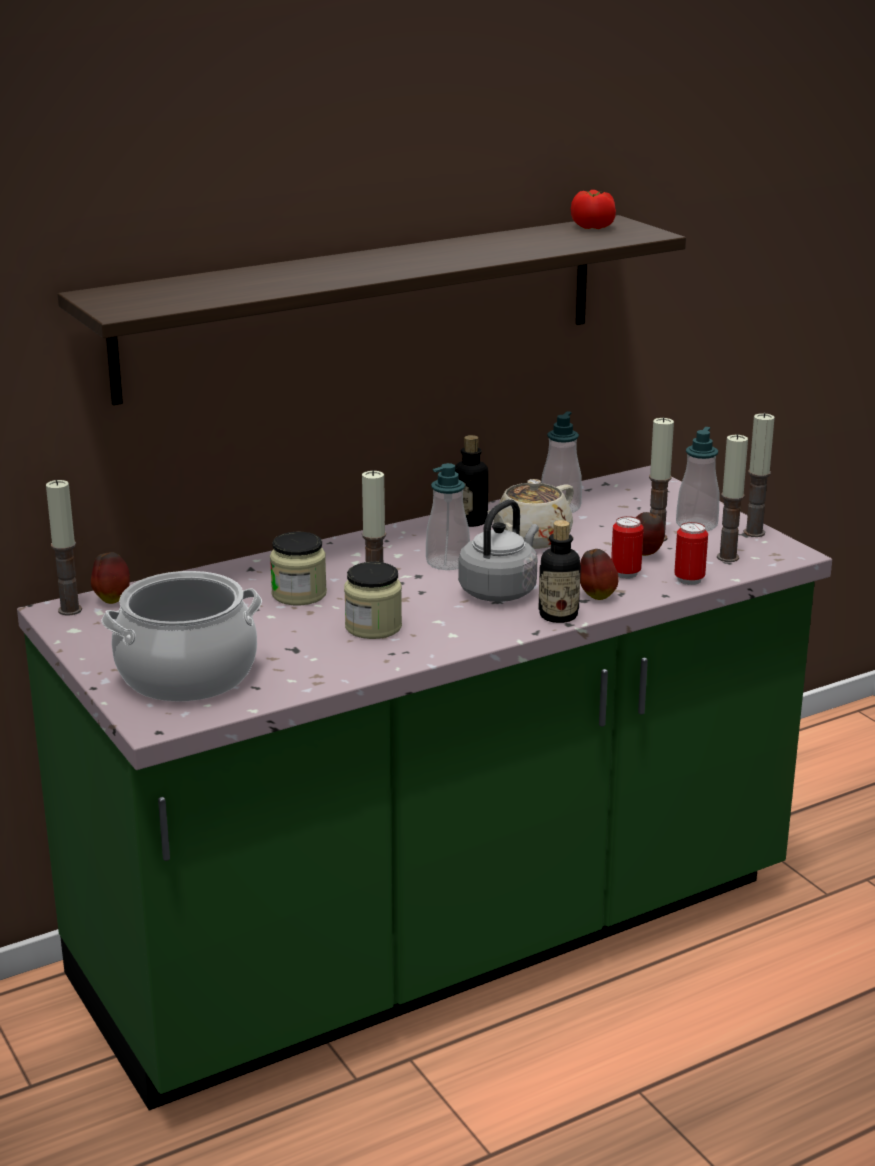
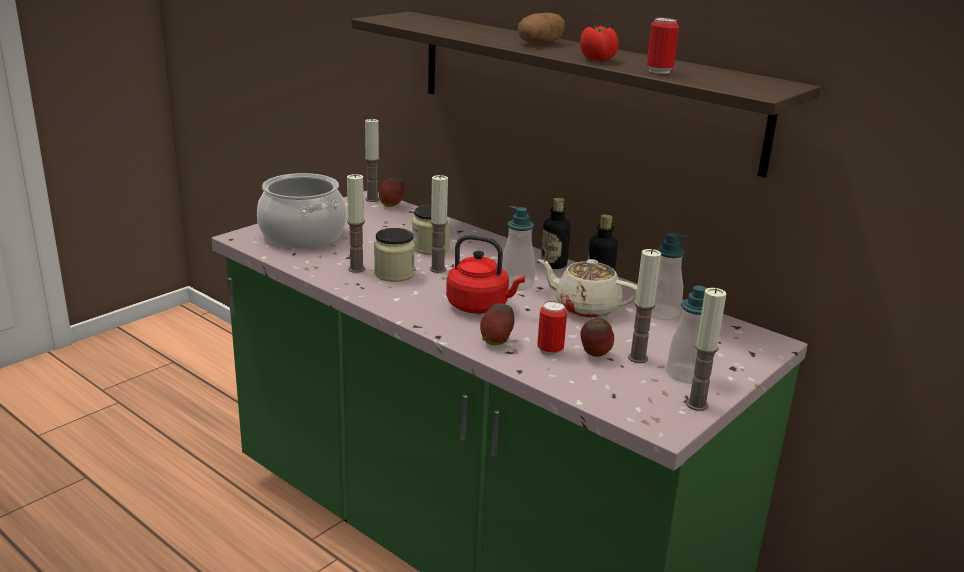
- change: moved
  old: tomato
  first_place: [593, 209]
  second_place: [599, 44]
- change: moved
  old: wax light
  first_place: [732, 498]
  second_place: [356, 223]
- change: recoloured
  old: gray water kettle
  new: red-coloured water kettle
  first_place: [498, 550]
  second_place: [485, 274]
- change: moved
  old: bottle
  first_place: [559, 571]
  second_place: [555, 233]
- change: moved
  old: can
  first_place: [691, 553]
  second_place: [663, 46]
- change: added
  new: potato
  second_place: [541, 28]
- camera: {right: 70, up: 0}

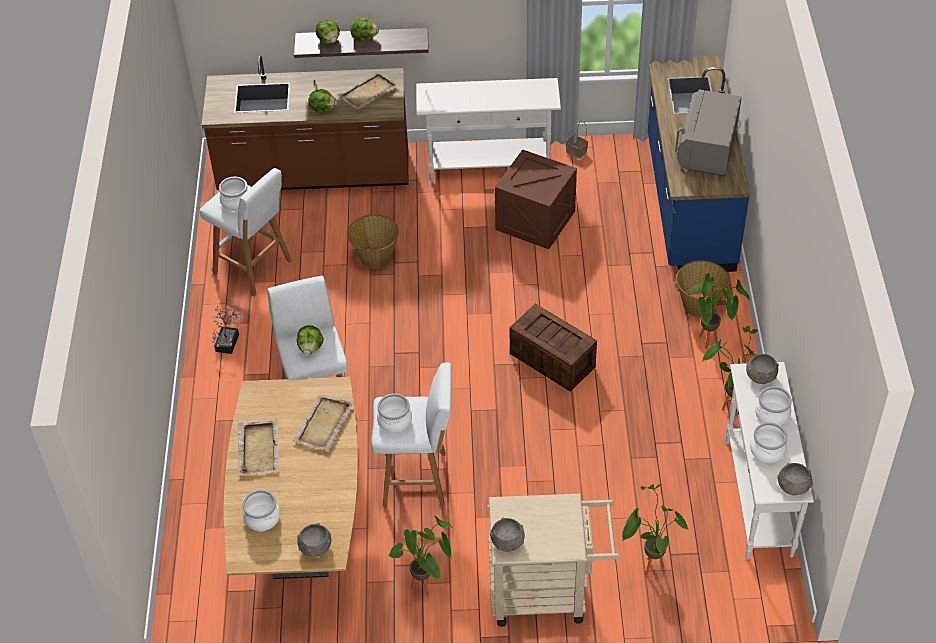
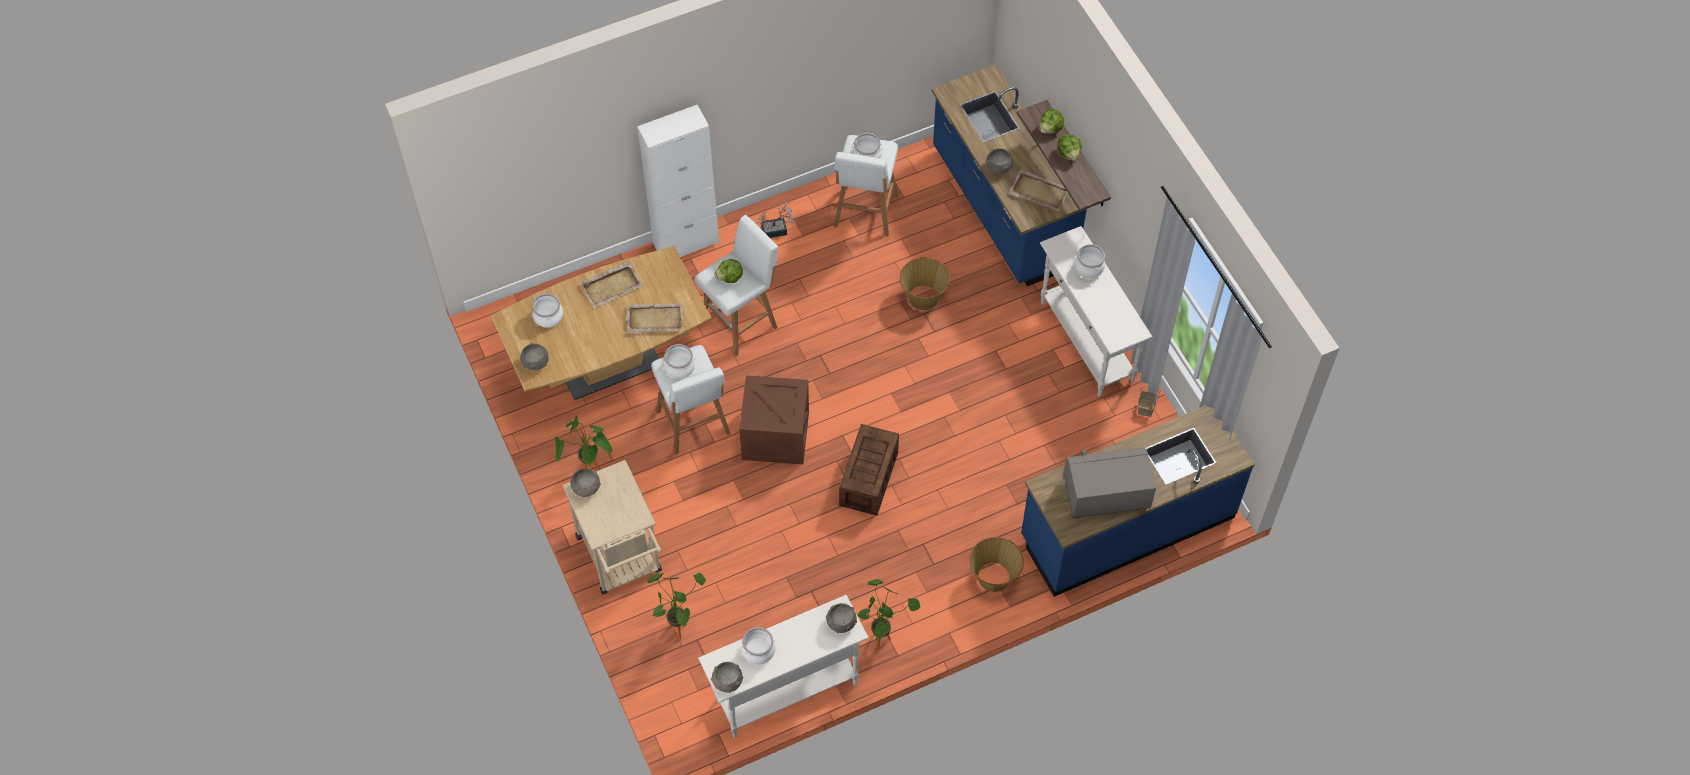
- change: recoloured
  old: brown kitchen base unit
  new: blue kitchen base unit
  first_place: [305, 122]
  second_place: [1010, 176]
- change: replaced
  old: lettuce
  new: gray serving bowl
  first_place: [323, 101]
  second_place: [999, 161]
- change: moved
  old: crate
  first_place: [536, 199]
  second_place: [774, 419]
- change: removed
  old: potted plant
  first_place: [719, 311]
- change: moved
  old: stockpot
  first_place: [773, 405]
  second_place: [1090, 261]
- change: added
  new: white-coloured storage cabinet
  second_place: [678, 181]
- camera: {right: 65, up: 10}

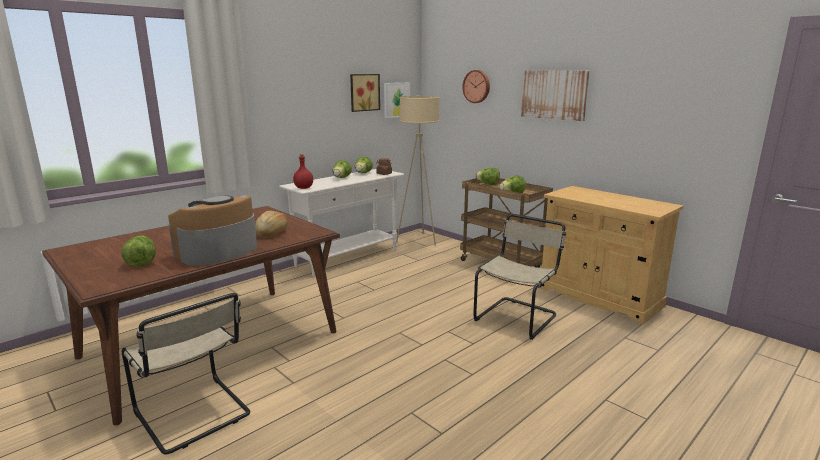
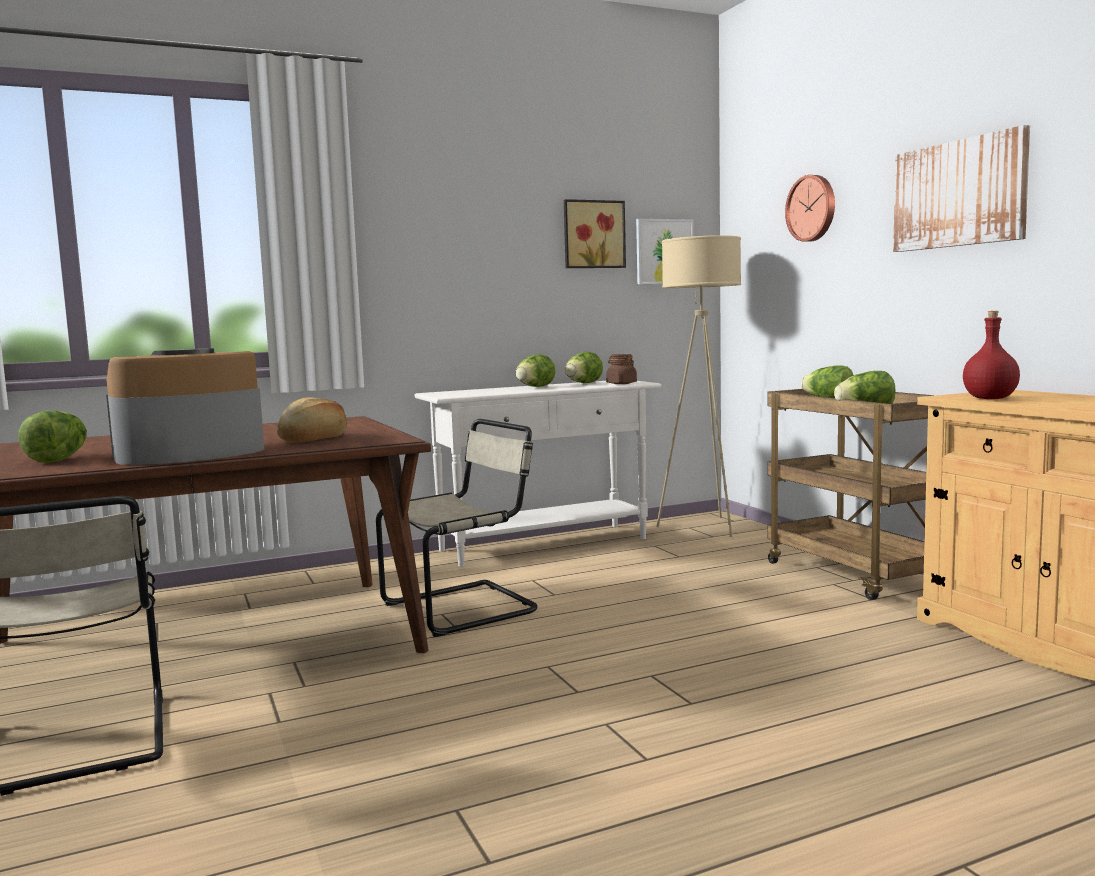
- change: moved
  old: red-coloured bottle
  first_place: [303, 171]
  second_place: [991, 355]
- change: moved
  old: sand-coloured upright chair
  first_place: [519, 277]
  second_place: [456, 528]
- camera: {right: 20, up: -10}

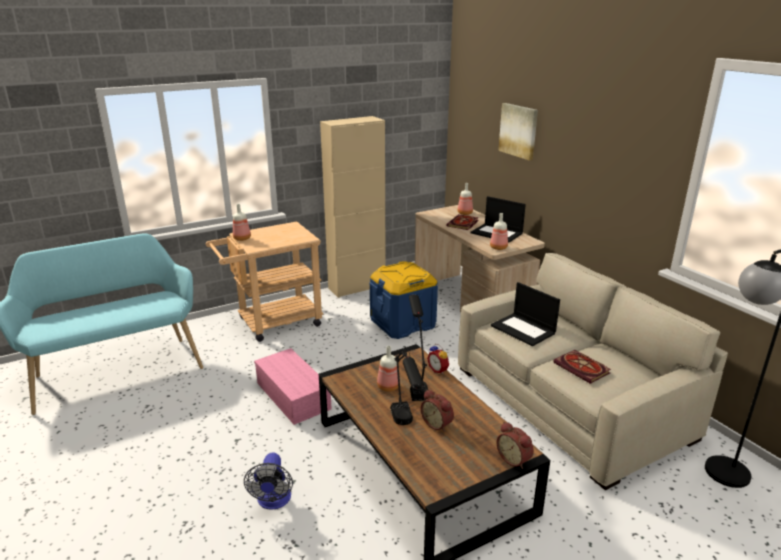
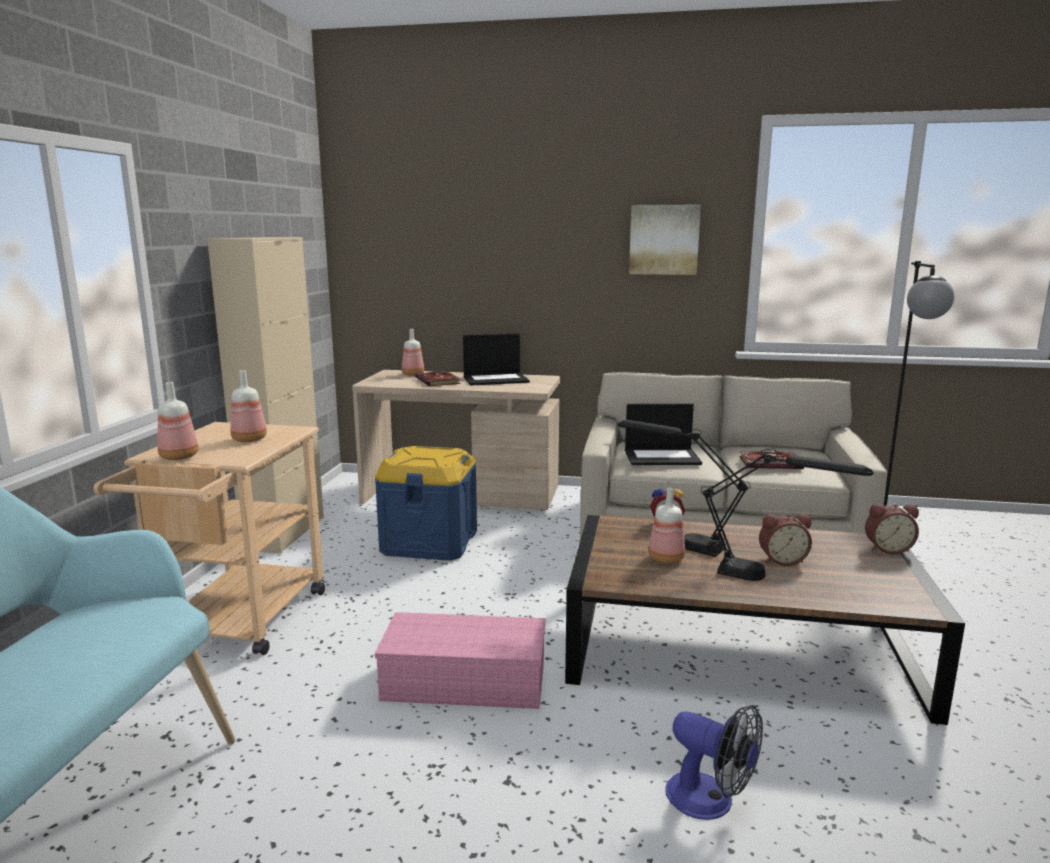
- change: moved
  old: wall art
  first_place: [518, 132]
  second_place: [665, 240]
- change: moved
  old: bottle
  first_place: [499, 231]
  second_place: [248, 406]
- camera: {right: -50, up: -10}

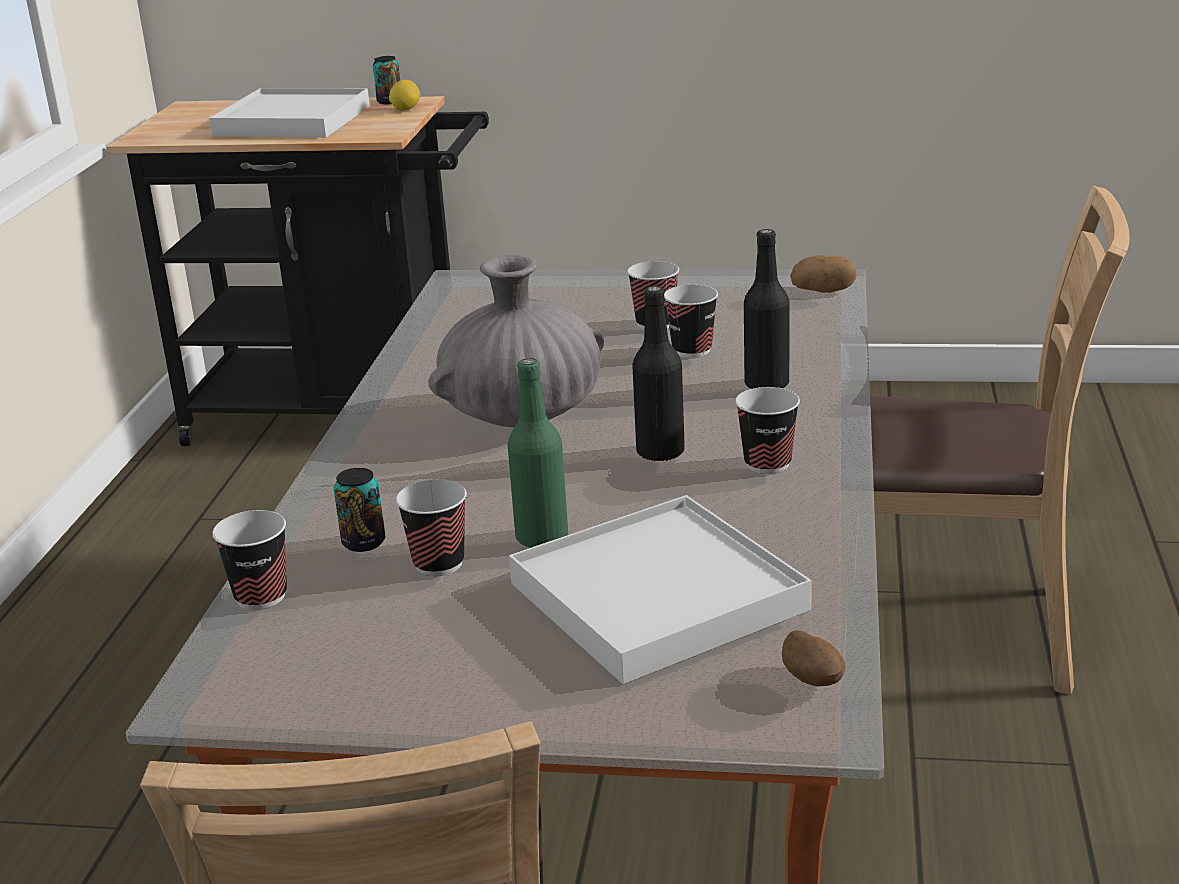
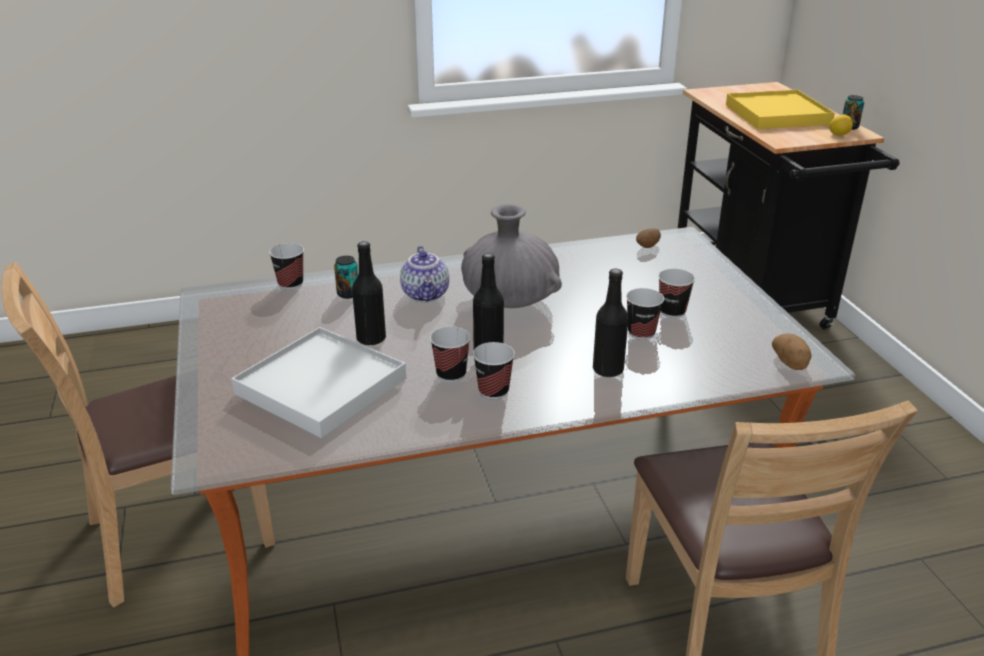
- change: recoloured
  old: white-coloured tray
  new: yellow tray
  first_place: [289, 113]
  second_place: [780, 109]
- change: recoloured
  old: green bottle
  new: black bottle
  first_place: [538, 453]
  second_place: [369, 293]
- change: moved
  old: drinking cup
  first_place: [431, 527]
  second_place: [450, 354]
- change: moved
  old: potato
  first_place: [813, 658]
  second_place: [648, 238]
- change: added
  new: pot for tea
  second_place: [424, 274]
- camera: {right: 65, up: 5}

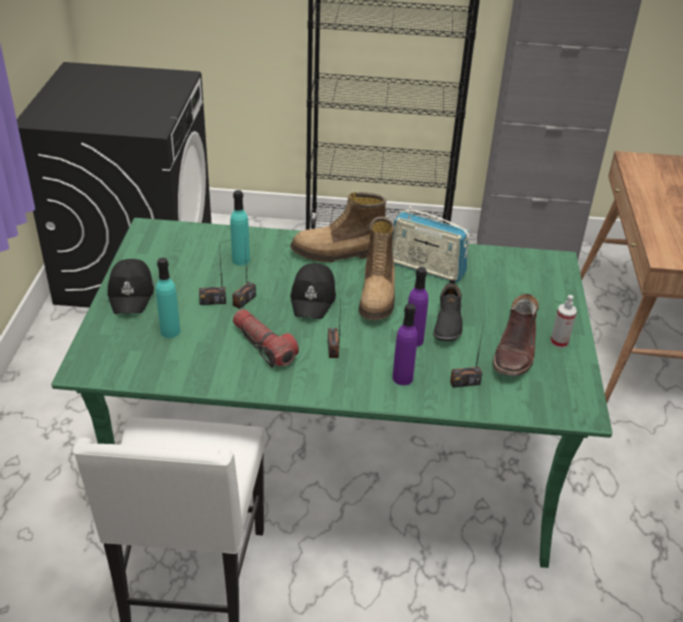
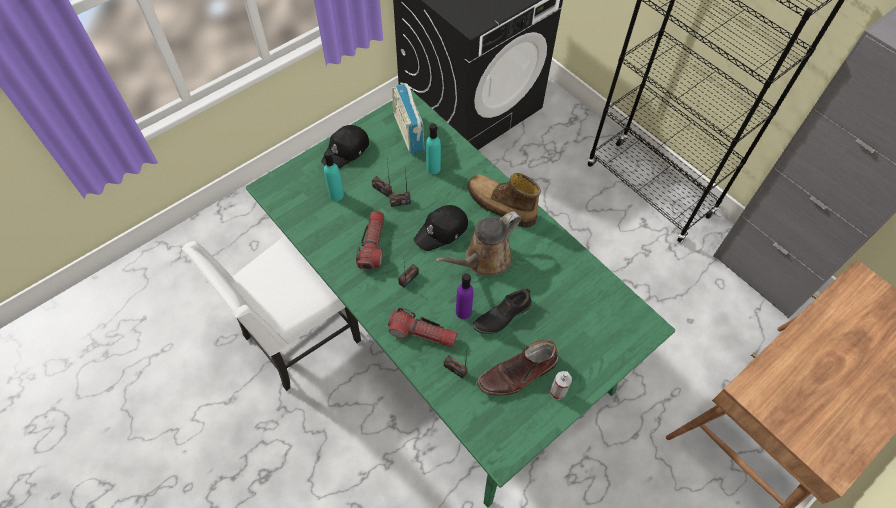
- change: moved
  old: radio set
  first_place: [431, 244]
  second_place: [408, 118]
- change: replaced
  old: boot
  new: brown watering pot
  first_place: [377, 268]
  second_place: [477, 243]
- change: replaced
  old: purple bottle
  new: flashlight
  first_place: [405, 344]
  second_place: [422, 327]
- camera: {right: 45, up: 20}

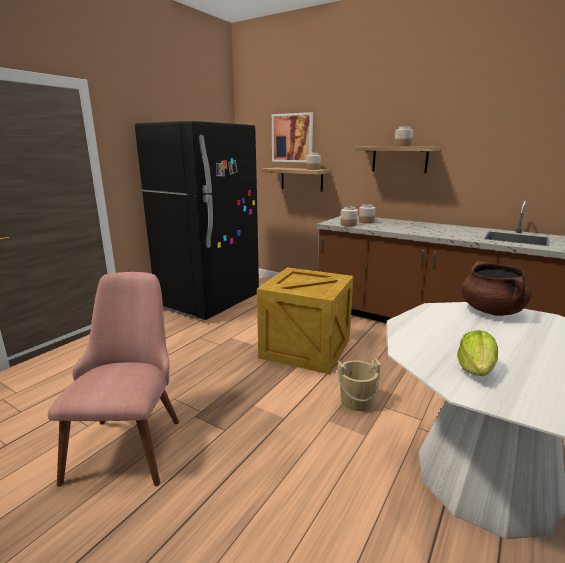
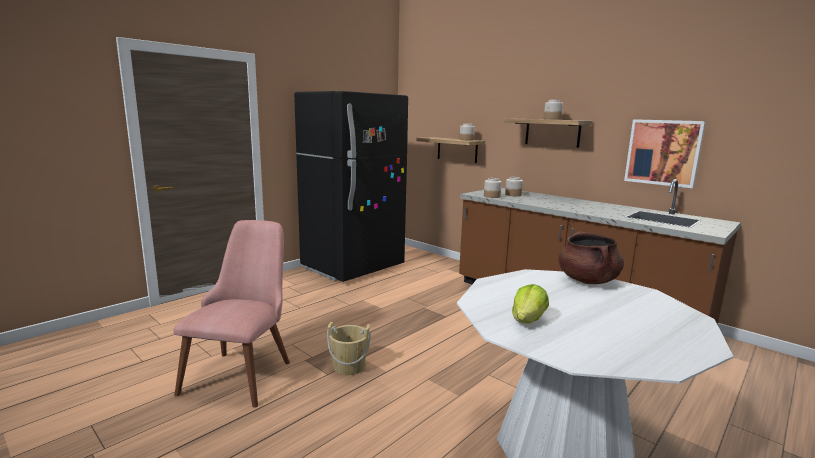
- change: moved
  old: wall art
  first_place: [292, 137]
  second_place: [665, 153]
- change: removed
  old: crate
  first_place: [305, 321]
- change: moved
  old: sand-coloured pail
  first_place: [358, 385]
  second_place: [349, 348]
- camera: {right: 10, up: -5}

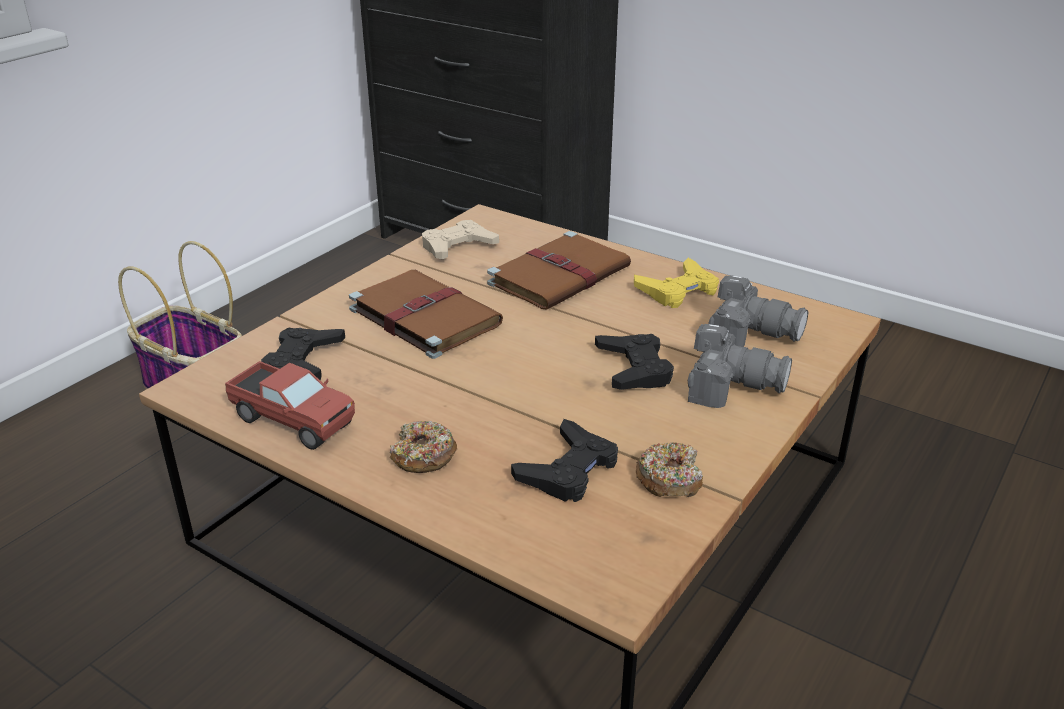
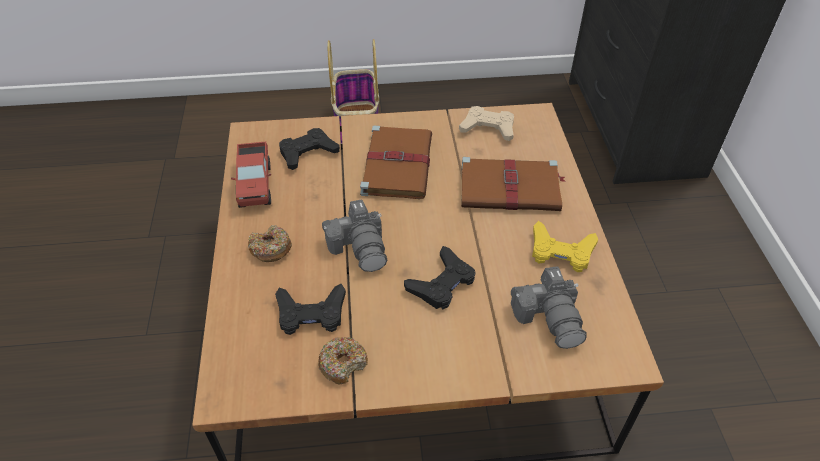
- change: moved
  old: photo camera
  first_place: [740, 366]
  second_place: [354, 236]
- camera: {right: 50, up: 15}

